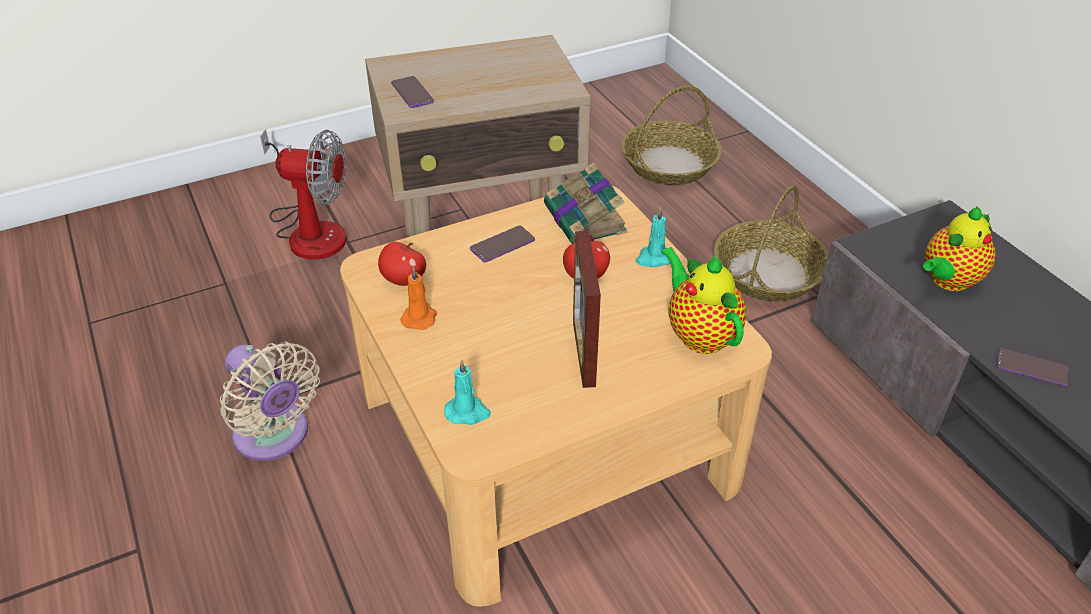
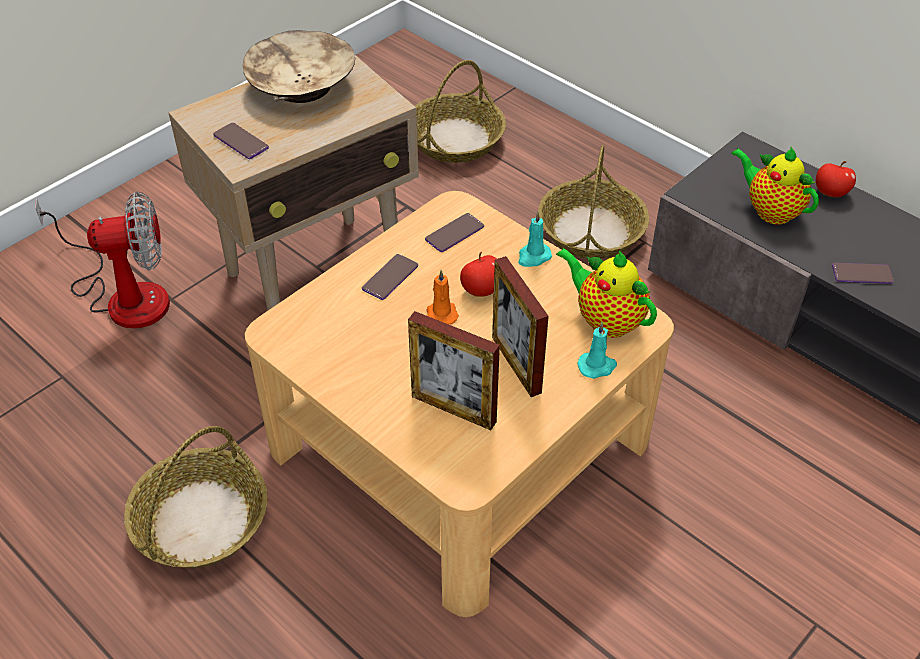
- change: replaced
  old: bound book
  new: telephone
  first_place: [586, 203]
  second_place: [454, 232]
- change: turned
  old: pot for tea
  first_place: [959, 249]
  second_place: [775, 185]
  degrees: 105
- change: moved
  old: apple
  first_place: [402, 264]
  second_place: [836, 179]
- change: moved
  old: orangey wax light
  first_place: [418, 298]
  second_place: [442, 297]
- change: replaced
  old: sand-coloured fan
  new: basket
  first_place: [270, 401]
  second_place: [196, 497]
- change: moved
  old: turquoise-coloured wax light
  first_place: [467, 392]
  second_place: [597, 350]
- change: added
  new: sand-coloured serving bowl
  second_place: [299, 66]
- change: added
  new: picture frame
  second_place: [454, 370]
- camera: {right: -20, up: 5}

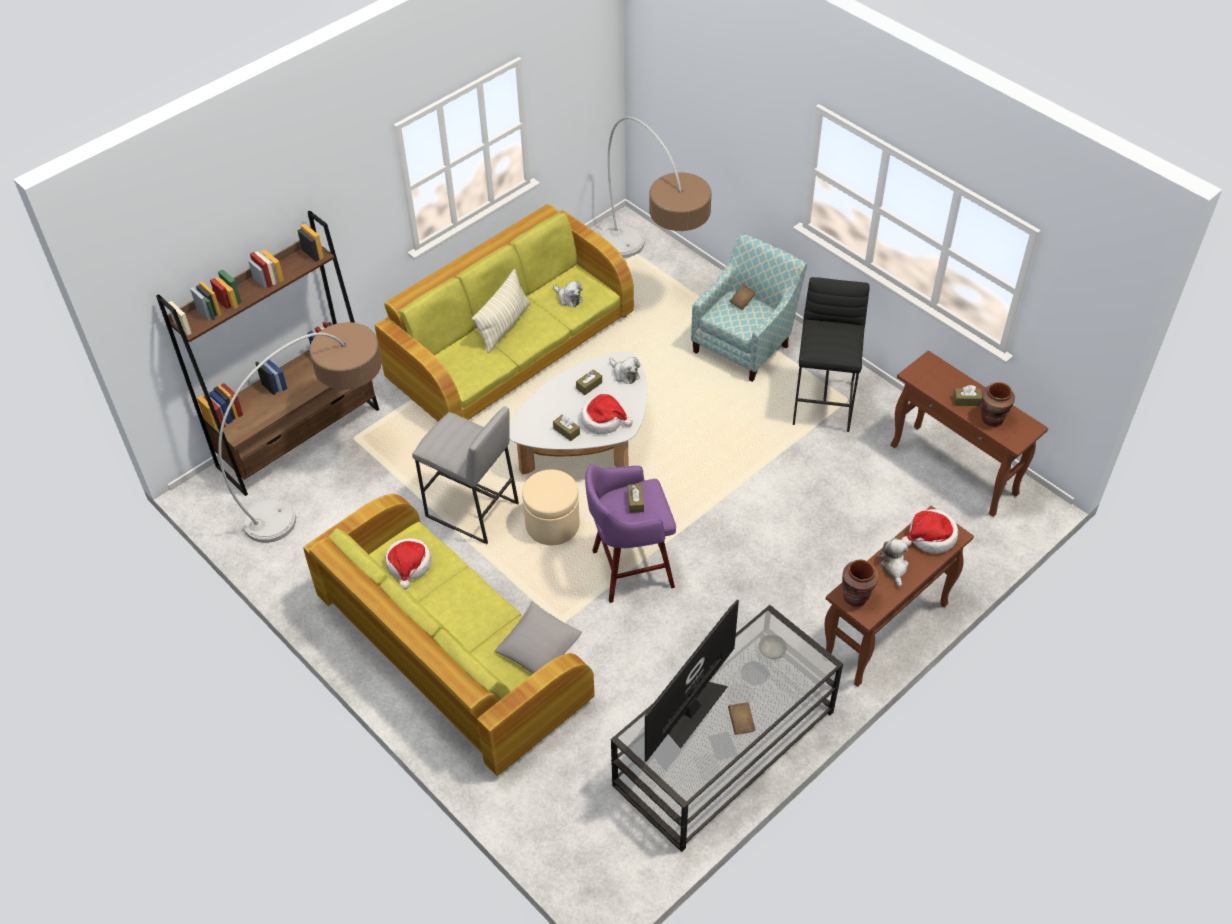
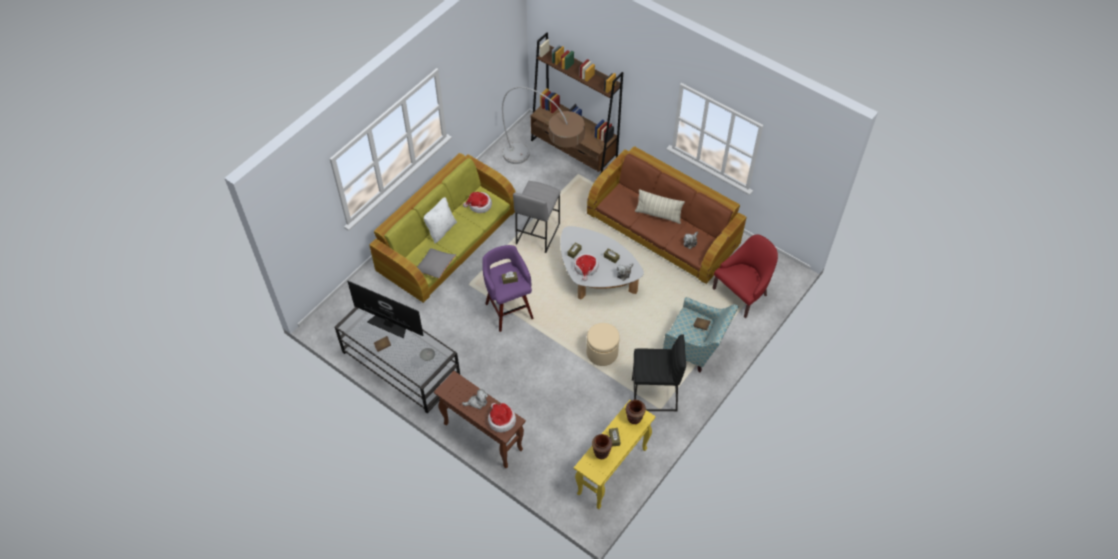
- change: replaced
  old: floor lamp
  new: red-coloured lounge chair
  first_place: [656, 187]
  second_place: [745, 276]
- change: recoloured
  old: green sofa
  new: brown sofa
  first_place: [504, 313]
  second_place: [667, 215]
- change: recoloured
  old: brown hall table
  new: yellow hall table
  first_place: [969, 433]
  second_place: [615, 454]
- change: moved
  old: sand-coloured pouffe
  first_place: [551, 507]
  second_place: [603, 344]
- change: moved
  old: brown flower vase
  first_place: [860, 583]
  second_place: [635, 412]
- change: added
  new: white-coloured cushion
  second_place: [440, 220]
- camera: {right: 80, up: 5}

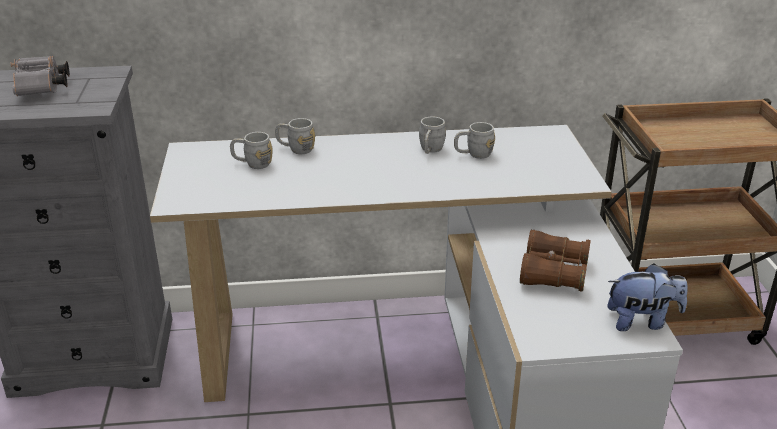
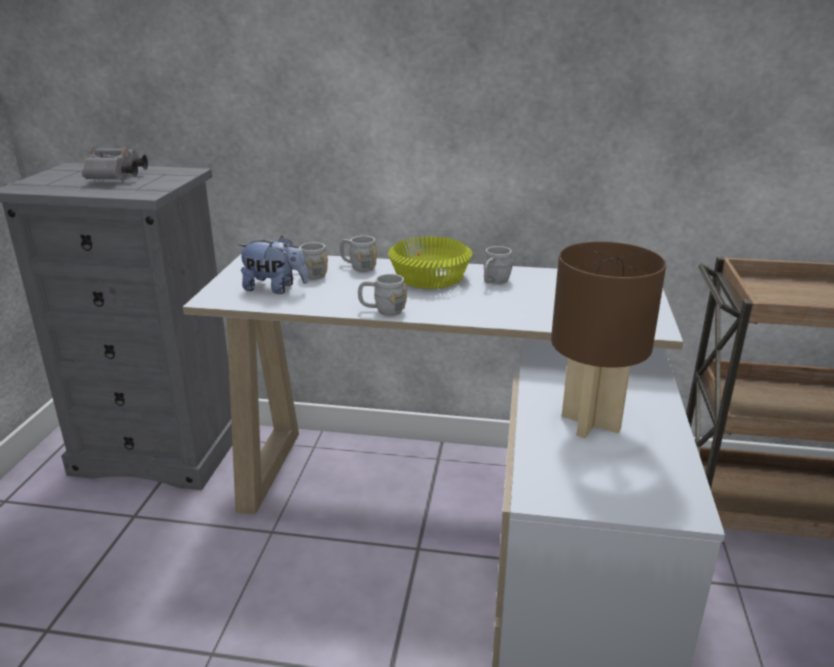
- change: moved
  old: gray mug
  first_place: [474, 140]
  second_place: [382, 295]
- change: replaced
  old: brown field glasses
  new: brown tabletop lamp
  first_place: [555, 260]
  second_place: [608, 339]
- change: moved
  old: cuddly toy
  first_place: [647, 297]
  second_place: [273, 265]
- change: added
  new: yellow serving bowl
  second_place: [430, 262]
- camera: {right: 15, up: -5}

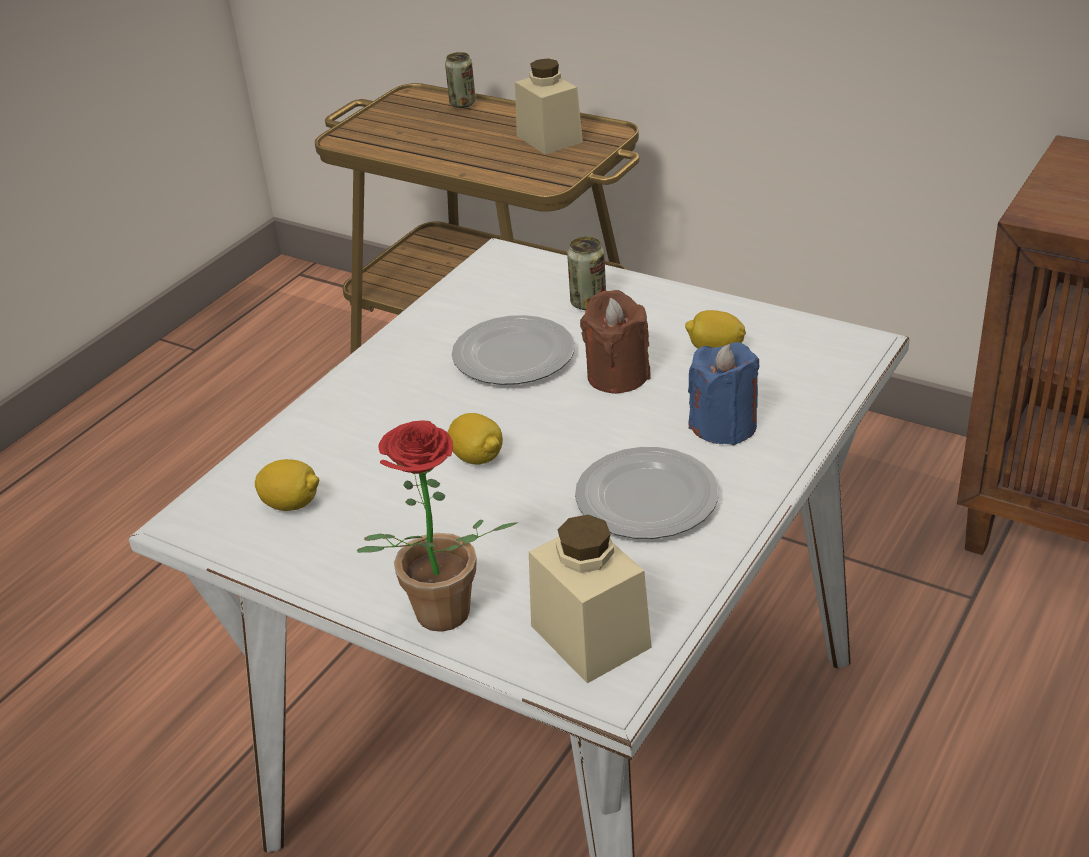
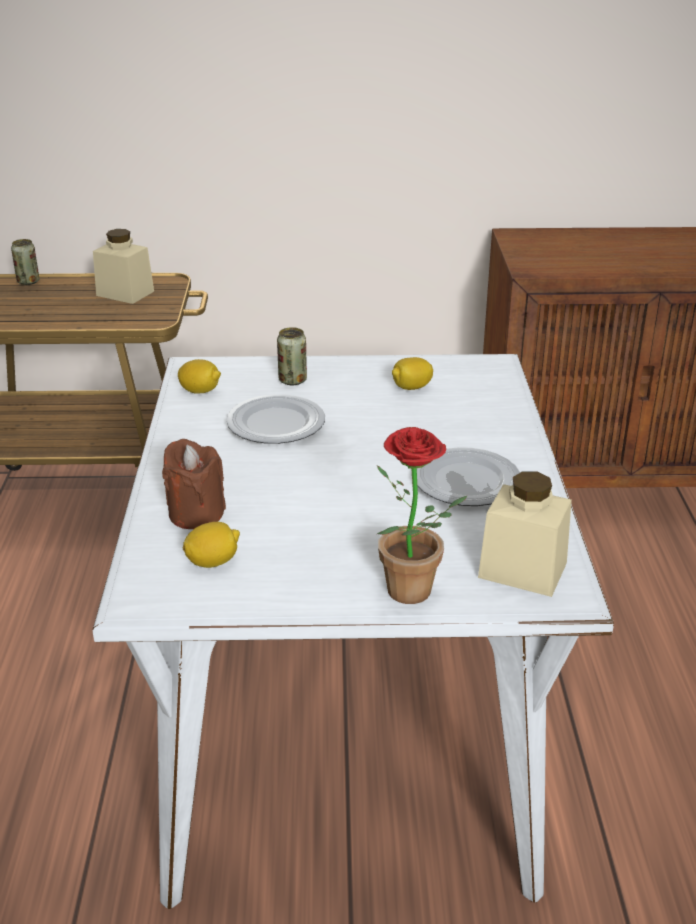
- change: moved
  old: brown wax light
  first_place: [615, 342]
  second_place: [194, 484]
- change: removed
  old: blue wax light
  first_place: [723, 393]
- change: moved
  old: citrus fruit
  first_place: [475, 439]
  second_place: [199, 376]
- camera: {right: -35, up: -5}

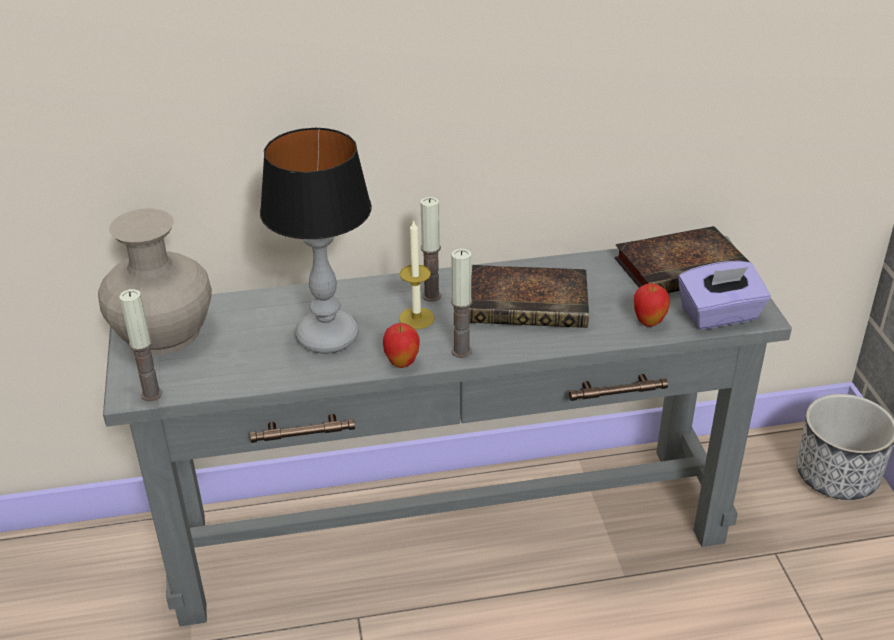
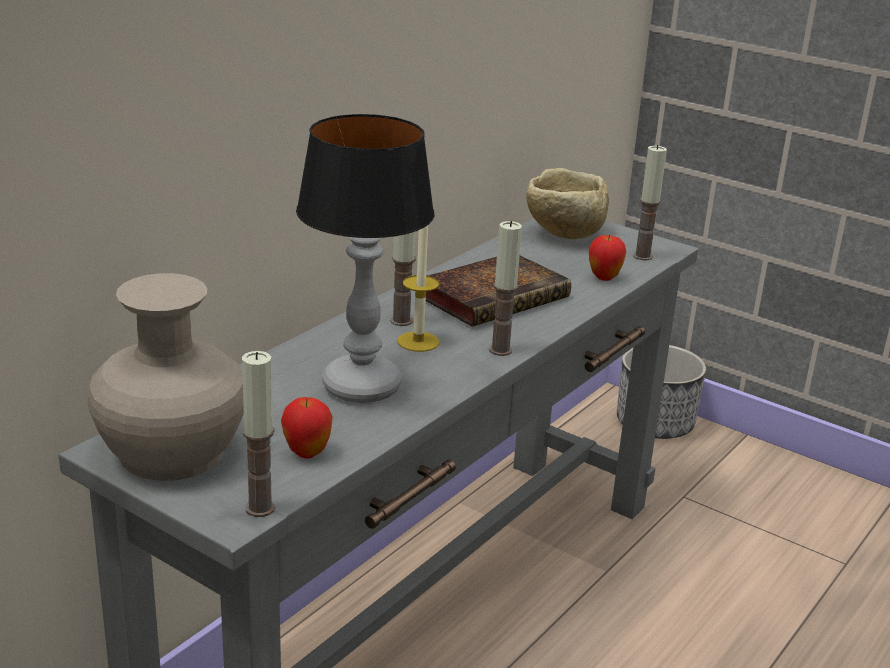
- change: replaced
  old: bound book
  new: sand-coloured serving bowl
  first_place: [682, 259]
  second_place: [567, 203]
- change: replaced
  old: purple box of tissues
  new: wax light
  first_place: [724, 295]
  second_place: [650, 202]
- change: moved
  old: apple
  first_place: [401, 345]
  second_place: [307, 428]
- camera: {right: -45, up: -10}

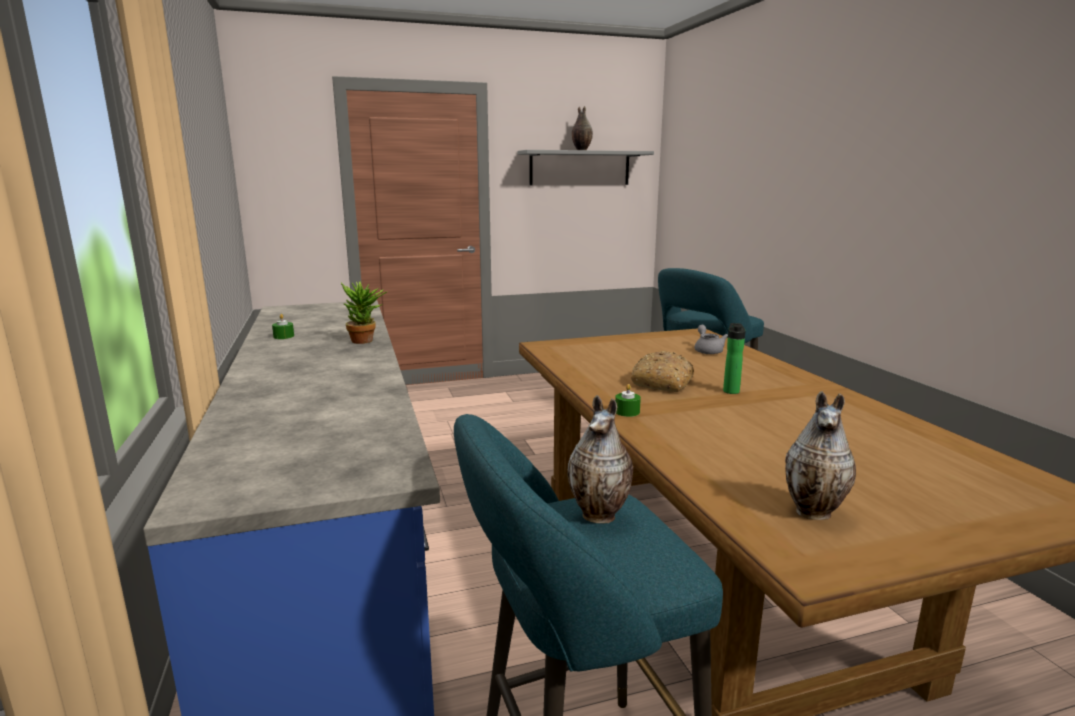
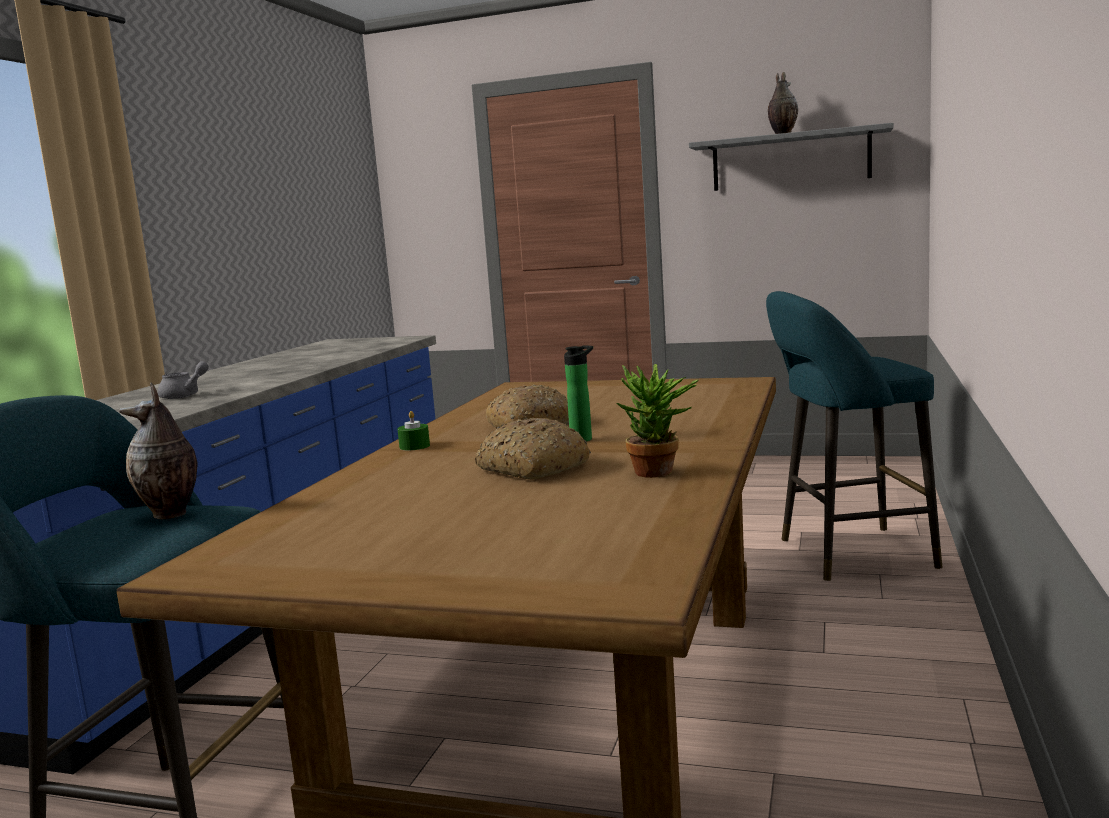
- change: moved
  old: potted plant
  first_place: [364, 313]
  second_place: [657, 421]
- change: removed
  old: green wax light
  first_place: [283, 326]
- change: moved
  old: gray pot for tea
  first_place: [711, 339]
  second_place: [183, 380]
- change: removed
  old: flower vase
  first_place: [820, 455]
- change: added
  new: baked bread
  second_place: [533, 449]
- camera: {right: 35, up: -5}

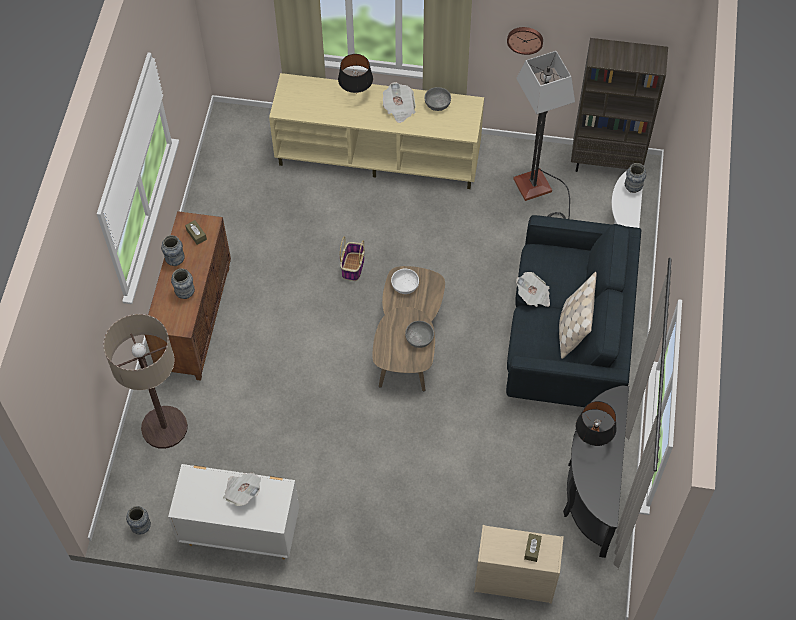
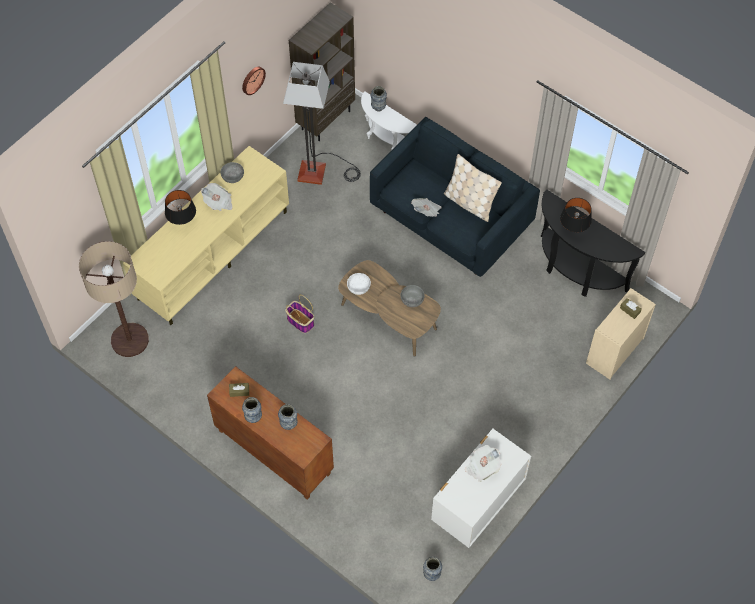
- change: moved
  old: floor lamp
  first_place: [145, 381]
  second_place: [114, 299]
- camera: {right: -60, up: 0}

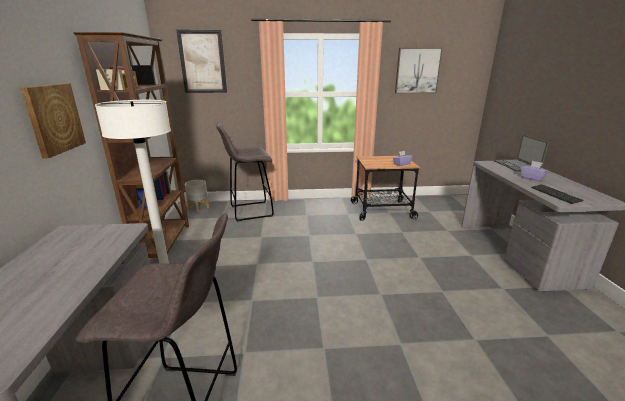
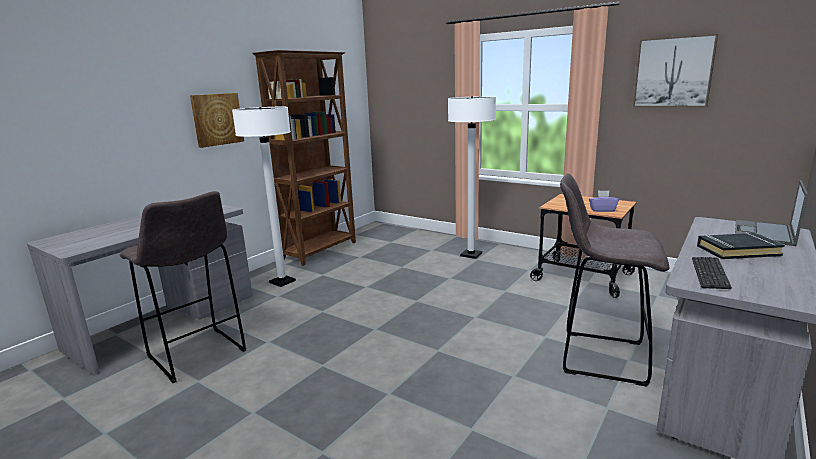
- change: removed
  old: wall art
  first_place: [201, 61]
- change: moved
  old: gray sitting stool
  first_place: [245, 172]
  second_place: [614, 280]
- change: replaced
  old: purple box of tissues
  new: black bound book
  first_place: [534, 171]
  second_place: [741, 245]
- change: removed
  old: gray planter
  first_place: [197, 196]
- change: added
  new: white-coloured floor lamp
  second_place: [472, 177]
- camera: {right: 40, up: -5}

